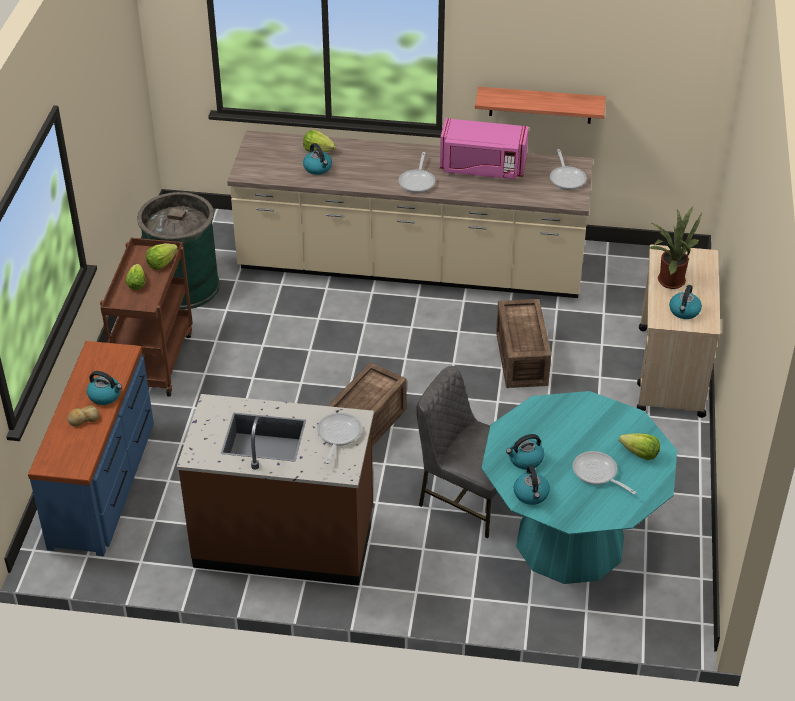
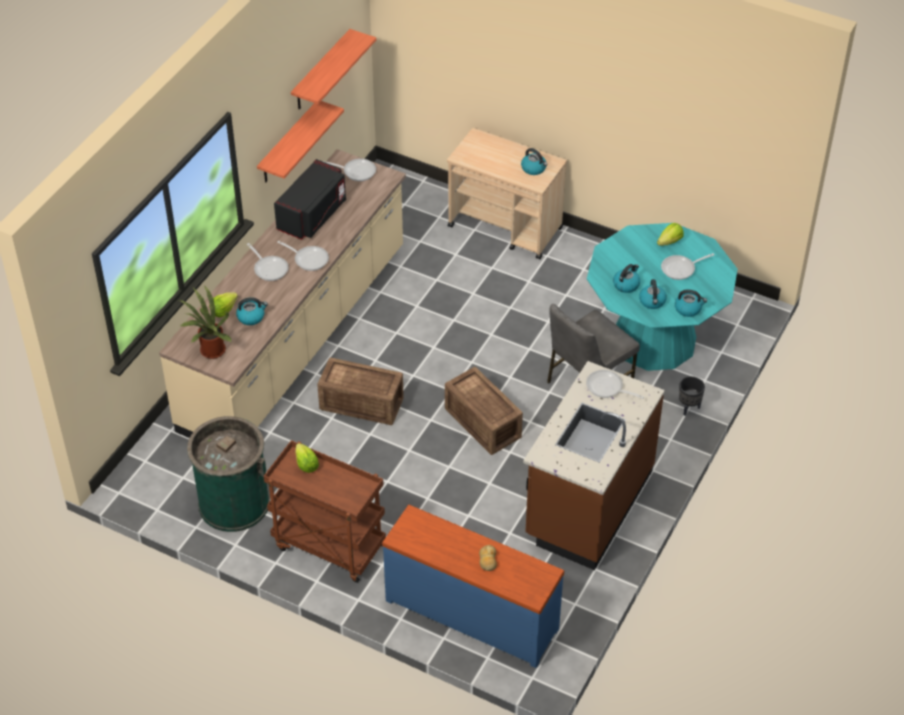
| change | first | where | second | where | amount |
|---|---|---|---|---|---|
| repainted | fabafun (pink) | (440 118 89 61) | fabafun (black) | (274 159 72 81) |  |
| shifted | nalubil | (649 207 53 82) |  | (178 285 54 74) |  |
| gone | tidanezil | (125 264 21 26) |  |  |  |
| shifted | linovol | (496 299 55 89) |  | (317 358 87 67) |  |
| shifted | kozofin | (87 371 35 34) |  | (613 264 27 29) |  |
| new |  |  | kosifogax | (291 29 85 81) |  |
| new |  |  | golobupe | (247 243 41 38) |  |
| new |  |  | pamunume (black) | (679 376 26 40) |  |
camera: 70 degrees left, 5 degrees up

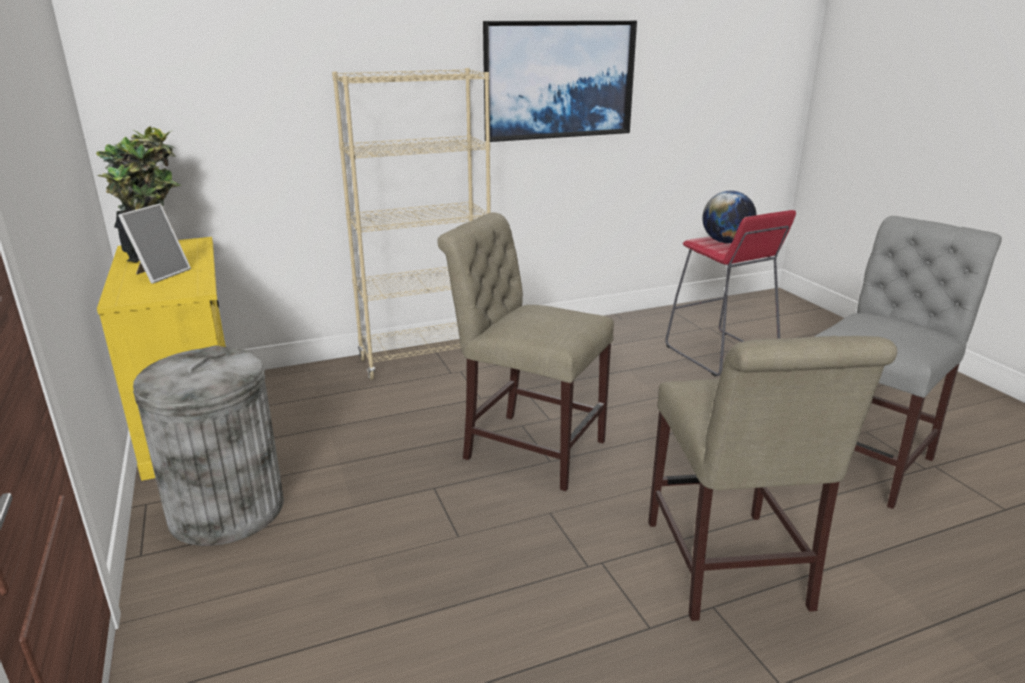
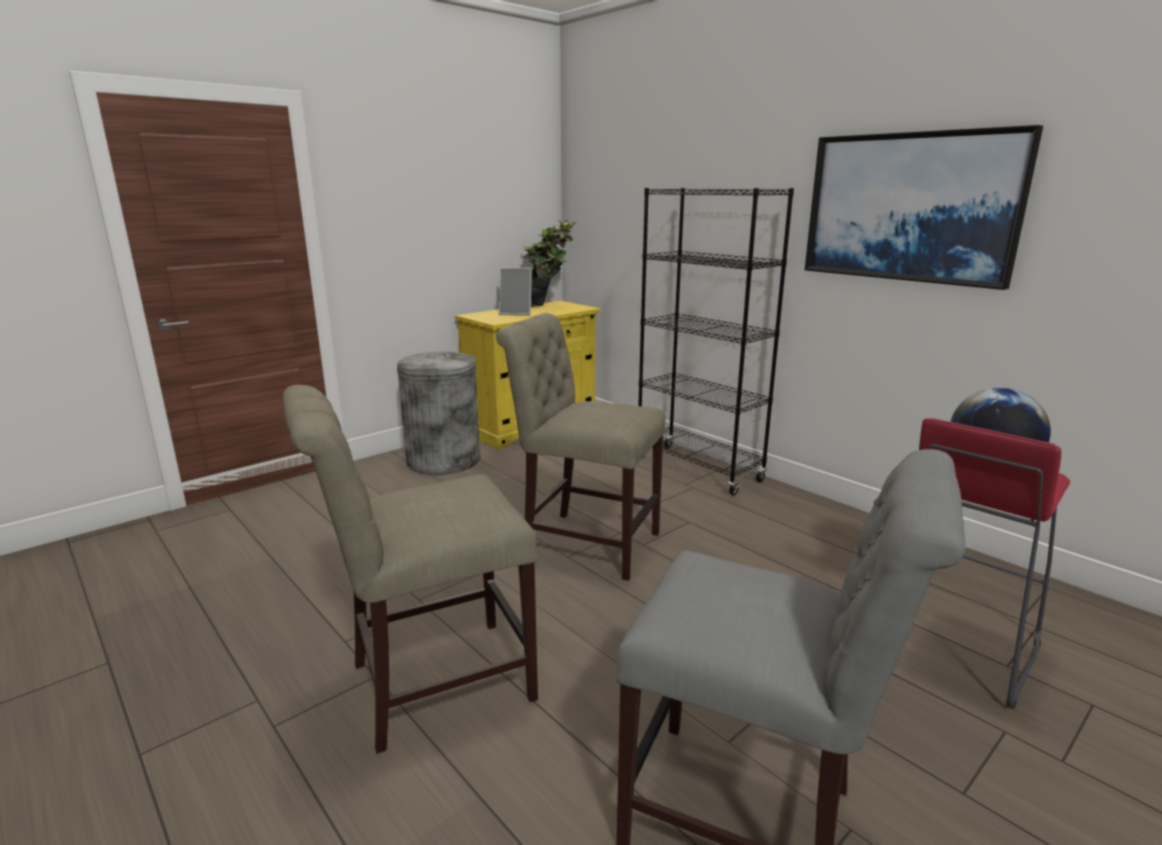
| change | first | where | second | where | amount |
|---|---|---|---|---|---|
| repainted | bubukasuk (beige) | (332 68 159 312) | bubukasuk (black) | (638 188 156 307) |  |
| rotated | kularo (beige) | (437 212 177 279) |  | (496 313 170 268) | 75 degrees counterclockwise |
camera: 70 degrees right, 5 degrees down

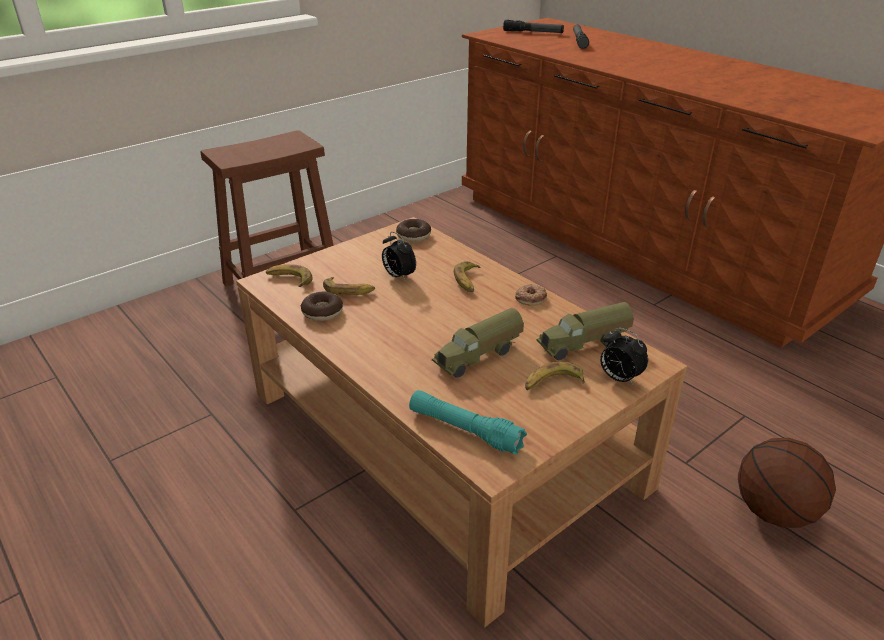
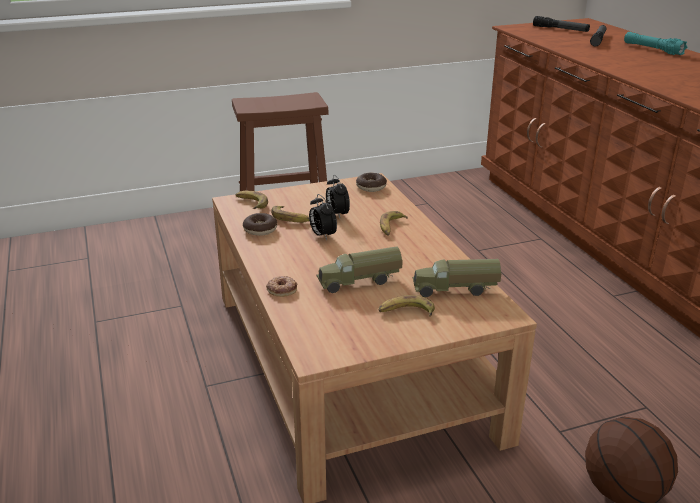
| change | first | where | second | where | amount |
|---|---|---|---|---|---|
| shifted | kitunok | (515 284 32 22) |  | (266 276 31 21) |  |
| shifted | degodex | (600 328 48 58) |  | (309 194 28 46) |  |
| shifted | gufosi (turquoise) | (409 390 118 65) |  | (624 32 63 23) |  |
camera: 20 degrees right, 5 degrees down

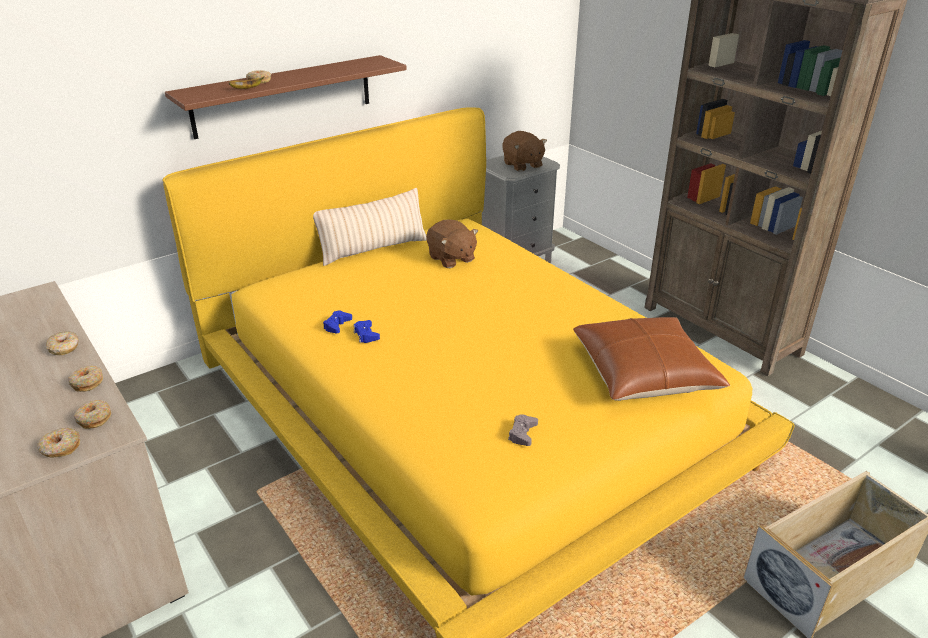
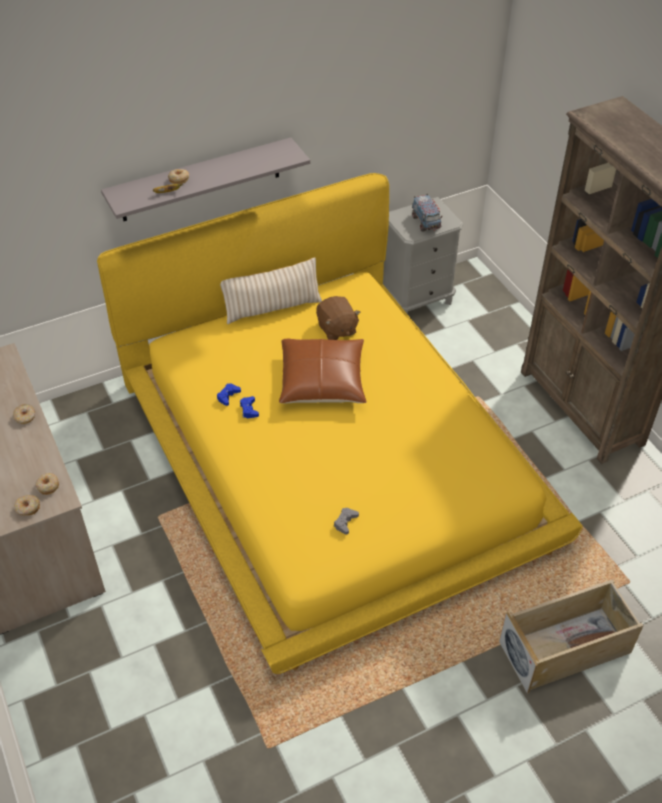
| change | first | where | second | where | amount |
|---|---|---|---|---|---|
| repainted | kosifogax (brown) | (165 55 242 84) | kosifogax (grey) | (101 138 209 83) |  |
| swapped | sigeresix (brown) | (502 131 45 41) | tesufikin | (412 194 30 38) |  |
| shifted | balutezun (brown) | (573 317 157 84) |  | (279 339 87 65) |  |
| gone | kitunok | (68 366 35 26) |  |  |  |
camera: 10 degrees right, 15 degrees up

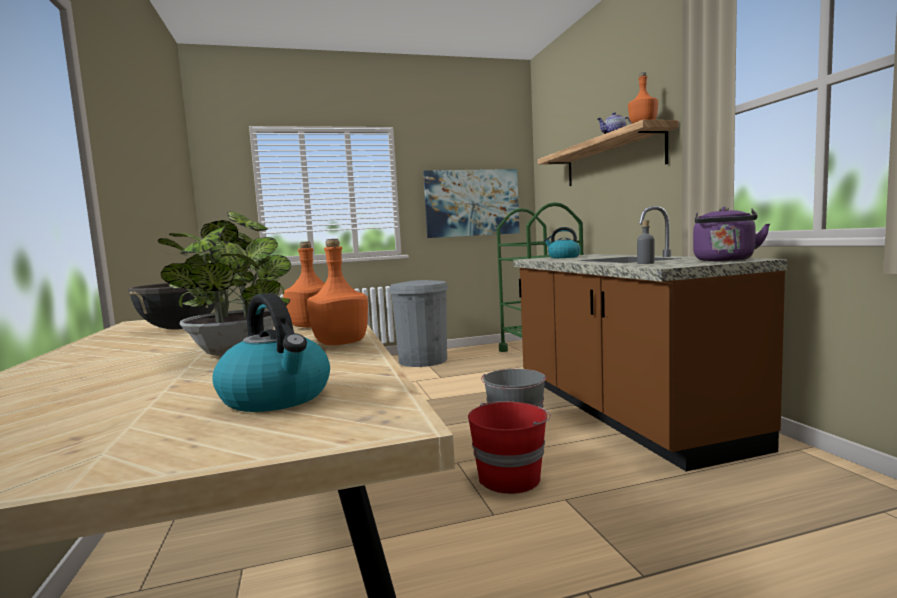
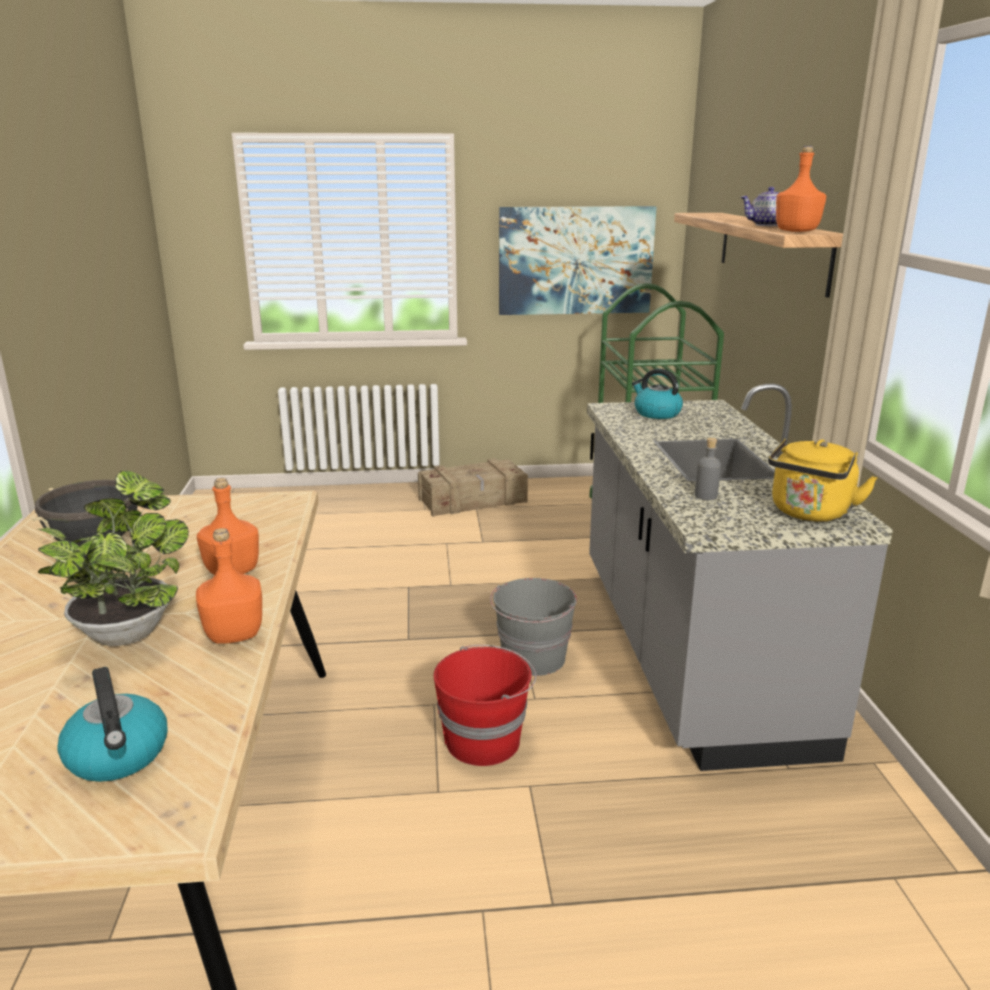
| change | first | where | second | where | amount |
|---|---|---|---|---|---|
| repainted | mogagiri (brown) | (513 206 274 265) | mogagiri (grey) | (587 383 306 388) |  |
| repainted | kozofin (purple) | (693 207 77 54) | kozofin (yellow) | (768 438 110 84) |  |
| swapped | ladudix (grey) | (389 280 60 87) | linovol | (418 458 110 59) |  |
camera: 10 degrees right, 15 degrees up

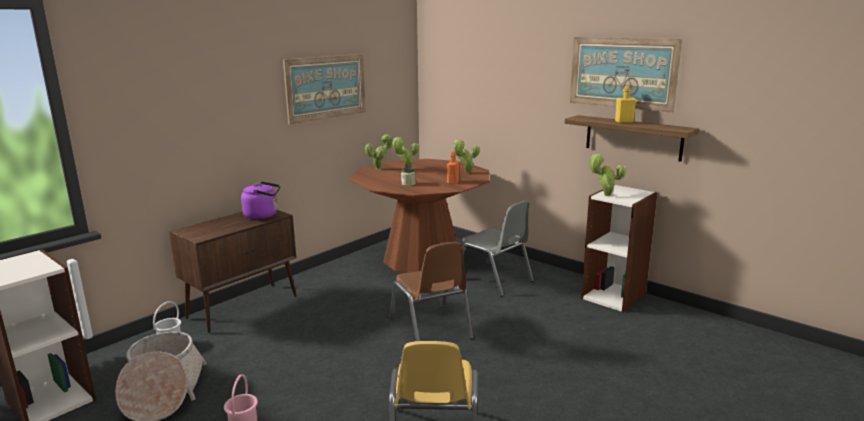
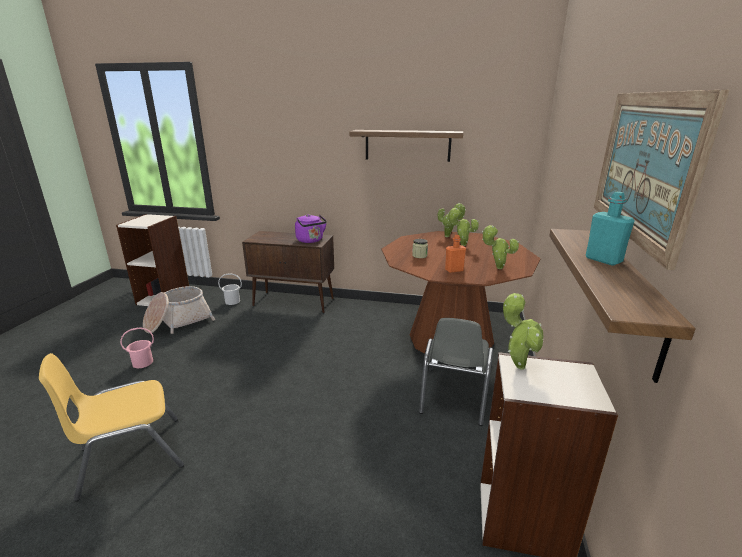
| change | first | where | second | where | amount |
|---|---|---|---|---|---|
| swapped | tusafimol | (283 54 83 70) | kosifogax | (350 130 113 32) |  |
| repainted | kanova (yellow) | (615 86 21 37) | kanova (turquoise) | (586 192 49 74) |  |
| gone | kularo (brown) | (389 242 84 99) |  |  |  |
camera: 60 degrees right, 5 degrees up

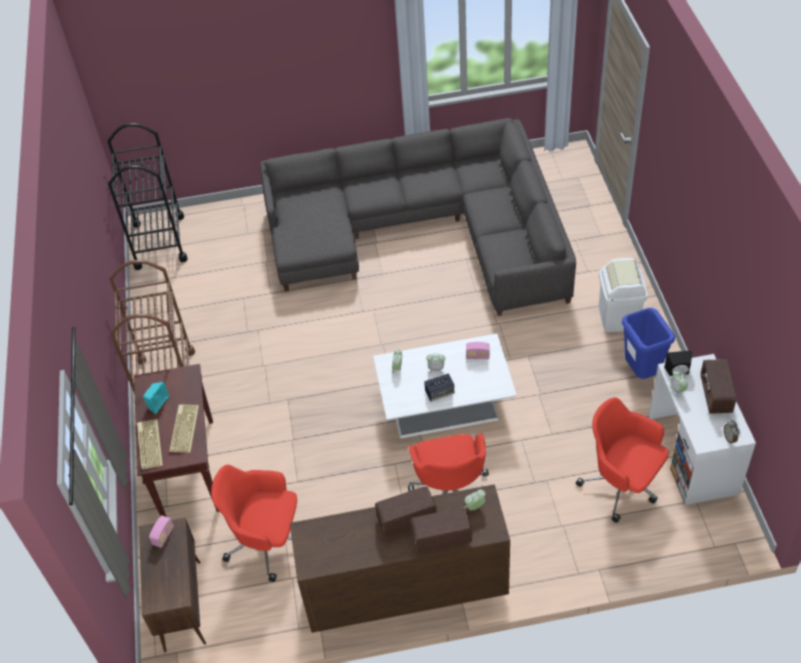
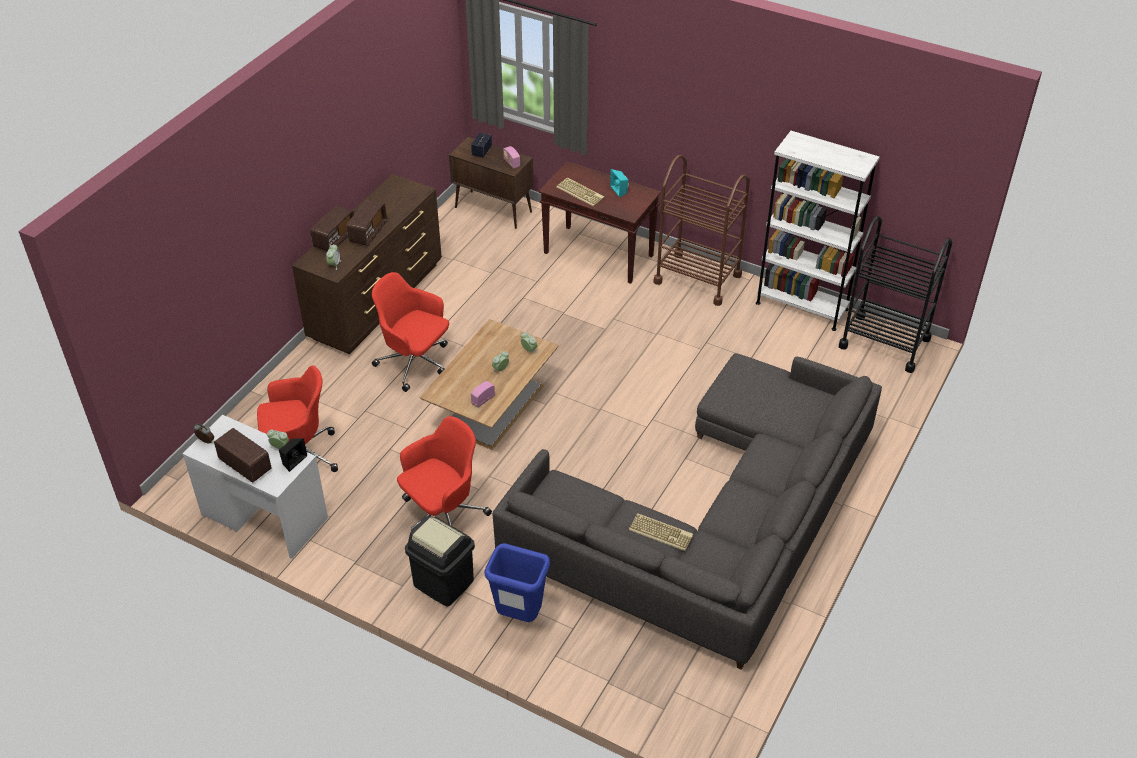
| change | first | where | second | where | amount |
|---|---|---|---|---|---|
| repainted | ladudix (white) | (599 258 48 74) | ladudix (black) | (405 516 70 91) |  |
| shifted | ladudix (blue) | (622 308 53 71) |  | (484 543 66 79) |  |
| repainted | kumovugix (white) | (373 334 144 104) | kumovugix (brown) | (419 319 140 131) |  |
| shifted | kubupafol | (424 373 30 28) |  | (471 133 21 25) |  |
| shifted | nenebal | (137 419 26 50) |  | (629 513 64 38) |  |
| shifted | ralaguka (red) | (211 464 86 118) |  | (397 416 95 115) |  |
| new |  |  | bubukasuk (white) | (756 131 124 200) |  |
camera: 125 degrees right, 5 degrees down

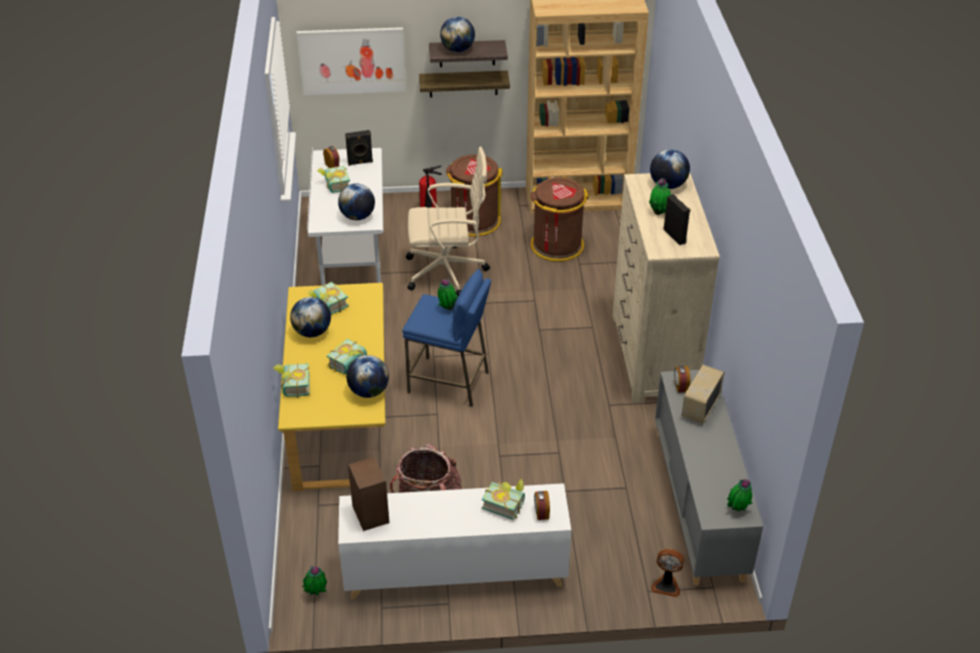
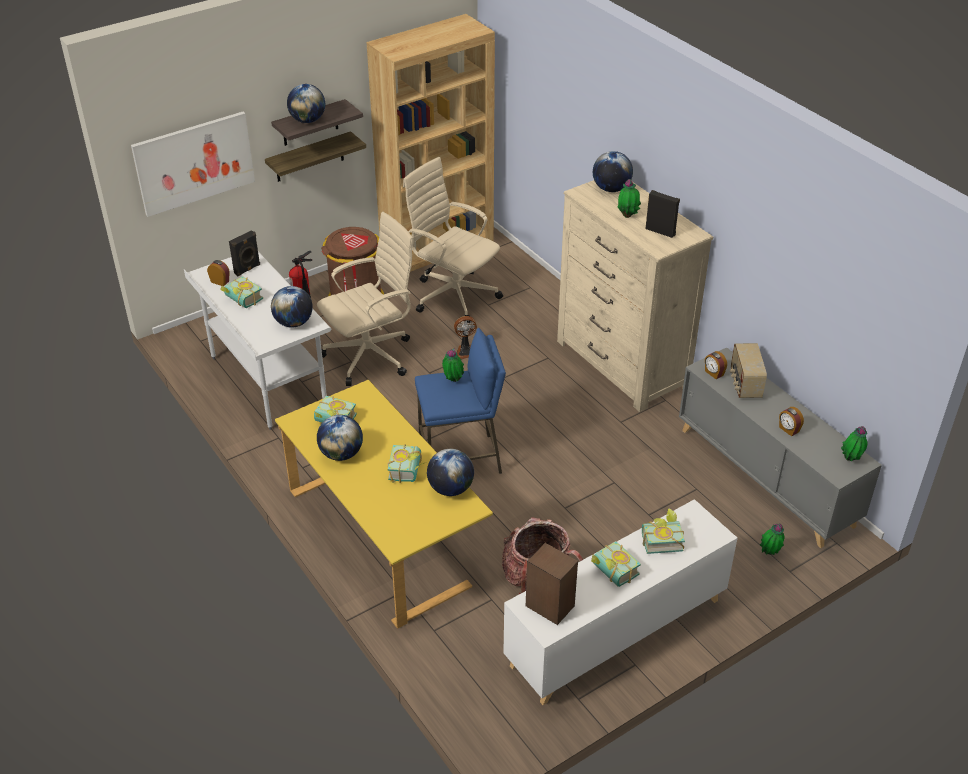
| change | first | where | second | where | amount |
|---|---|---|---|---|---|
| swapped | ladudix (brown) | (530 177 59 84) | ralaguka (beige) | (403 157 100 166) |  |
| shifted | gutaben | (273 363 37 35) |  | (591 541 50 46) |  |
| shifted | degodex | (534 491 16 29) |  | (779 407 25 30) |  |
| shifted | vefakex | (651 549 33 48) |  | (454 316 23 43) |  |
| shifted | nalubil | (302 565 25 31) |  | (760 524 25 31) |  |
camera: 30 degrees left, 0 degrees up

